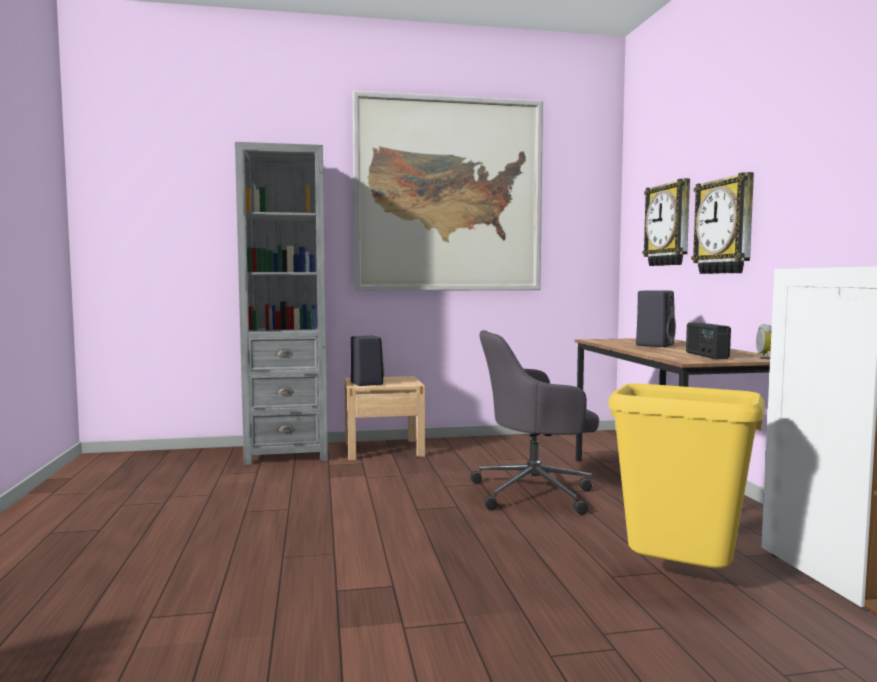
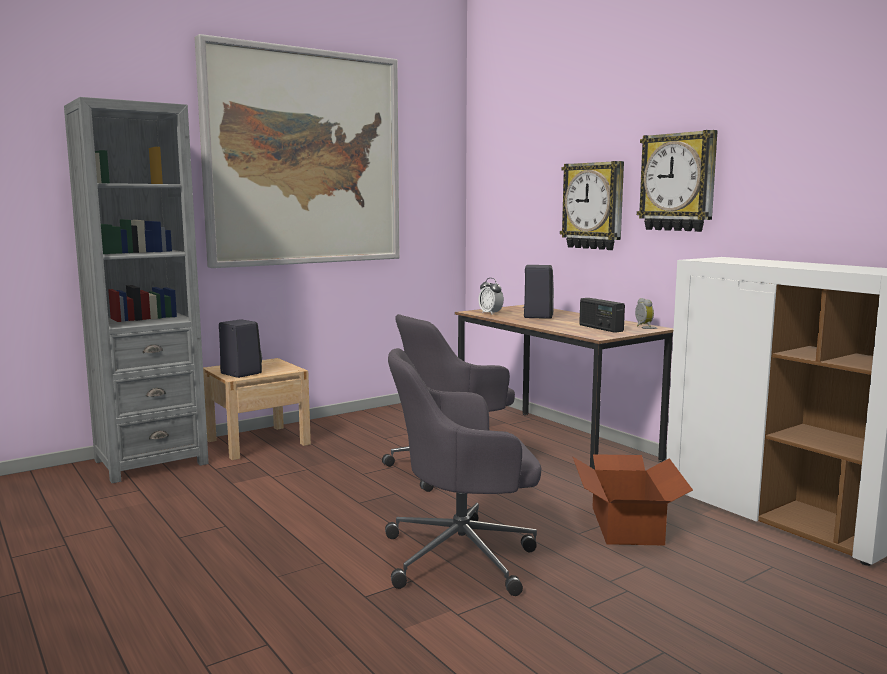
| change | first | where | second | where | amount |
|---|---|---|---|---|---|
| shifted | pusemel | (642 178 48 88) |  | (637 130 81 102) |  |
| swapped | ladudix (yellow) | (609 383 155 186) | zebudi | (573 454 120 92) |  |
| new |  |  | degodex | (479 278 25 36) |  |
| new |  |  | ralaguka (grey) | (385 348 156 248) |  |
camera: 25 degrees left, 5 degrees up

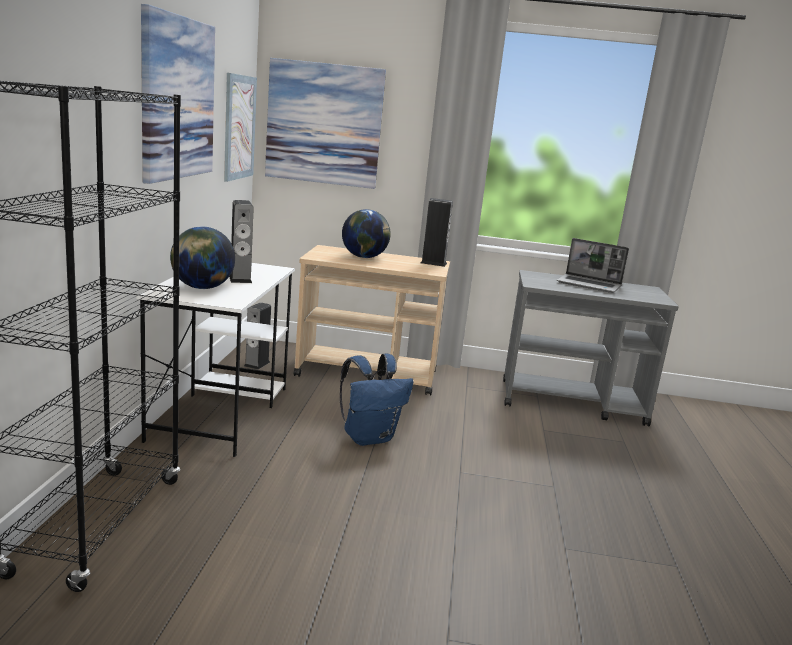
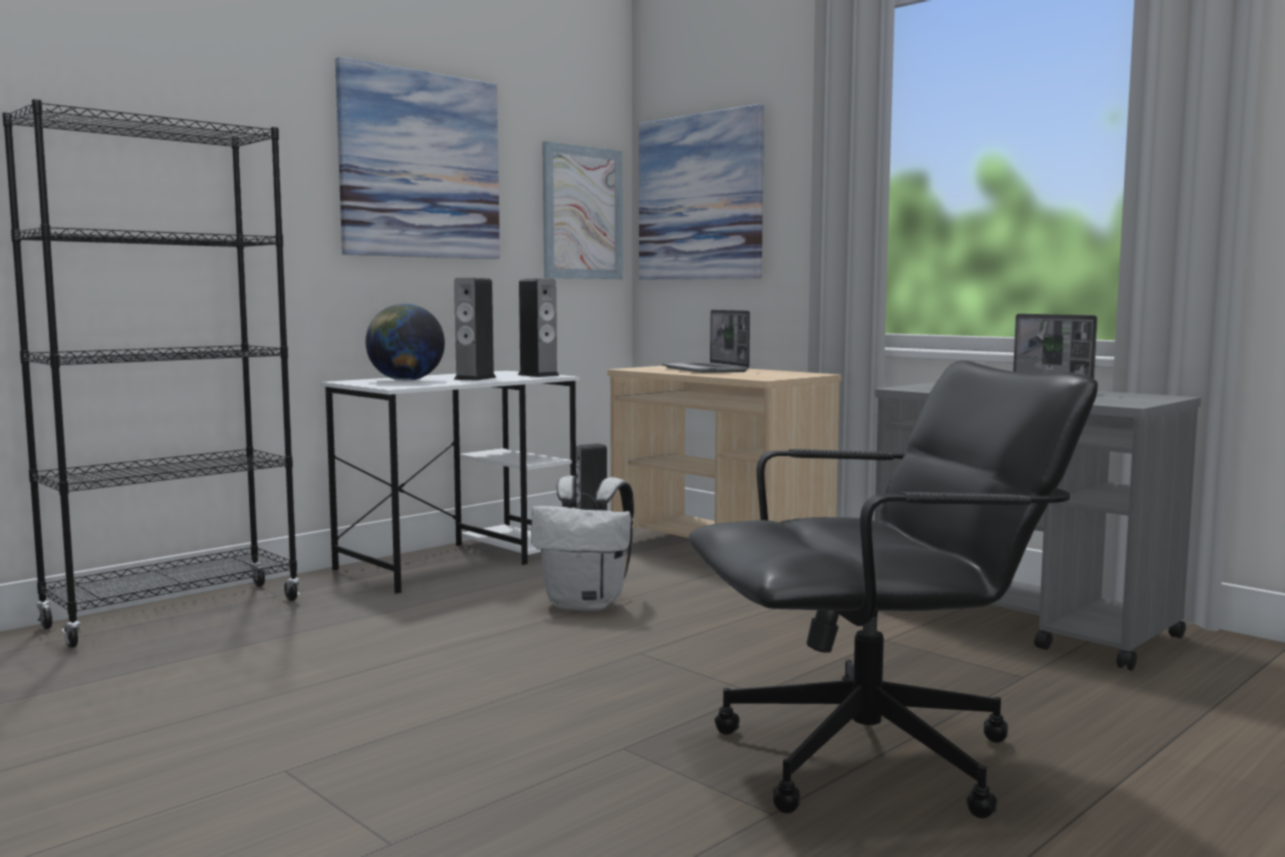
| change | first | where | second | where | amount |
|---|---|---|---|---|---|
| shifted | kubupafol | (420 198 33 69) |  | (518 278 42 99) |  |
| swapped | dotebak | (342 209 49 49) | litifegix | (662 310 88 63) |  |
| repainted | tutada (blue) | (340 354 73 92) | tutada (white) | (531 475 103 136) |  |
| new |  |  | ralaguka (black) | (688 361 410 457) |  |
camera: 40 degrees right, 10 degrees down

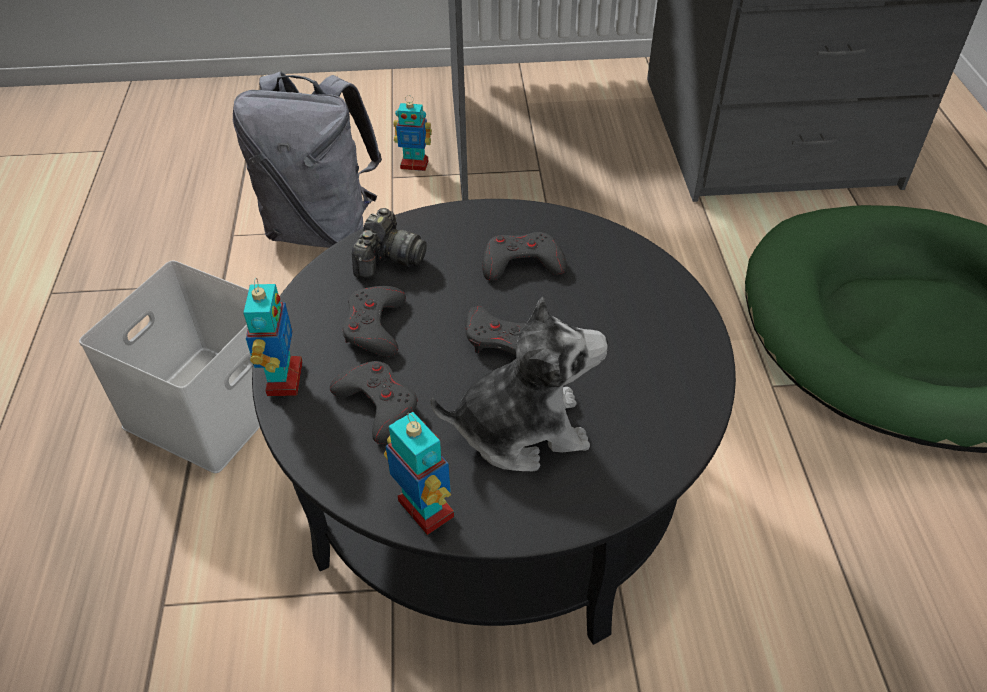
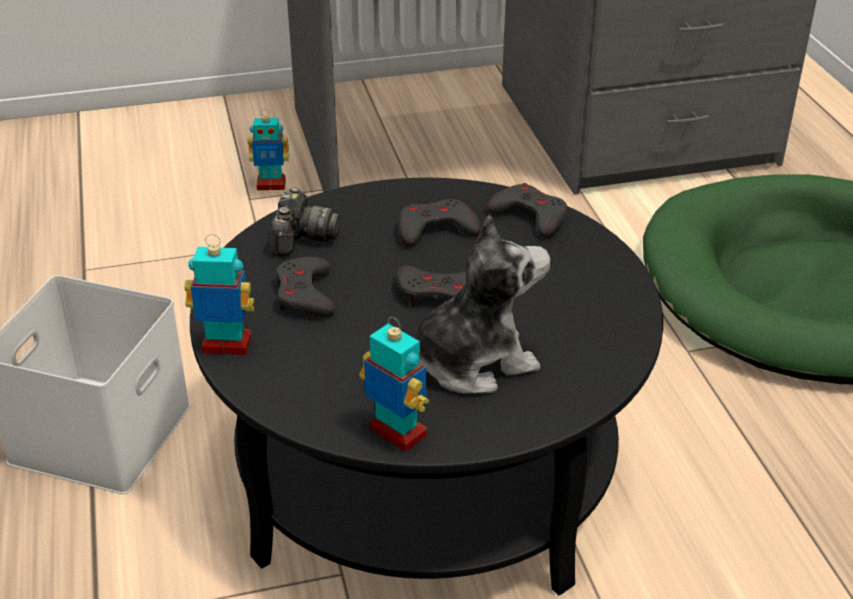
| change | first | where | second | where | amount |
|---|---|---|---|---|---|
| gone | tutada (grey) | (233 72 149 176) |  |  |  |
| rotated | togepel | (243 278 60 118) |  | (184 234 71 121) | 75 degrees counterclockwise |
| shifted | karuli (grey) | (330 361 88 83) |  | (487 183 80 55) |  |
camera: 10 degrees left, 10 degrees down

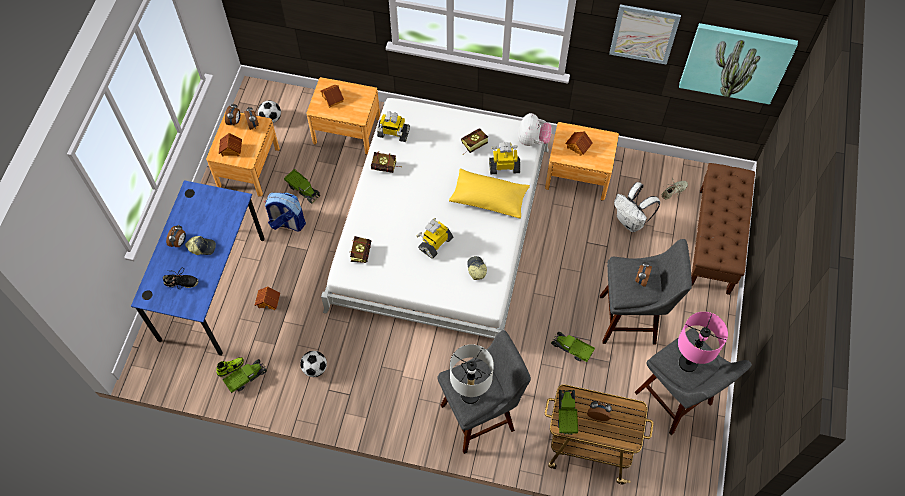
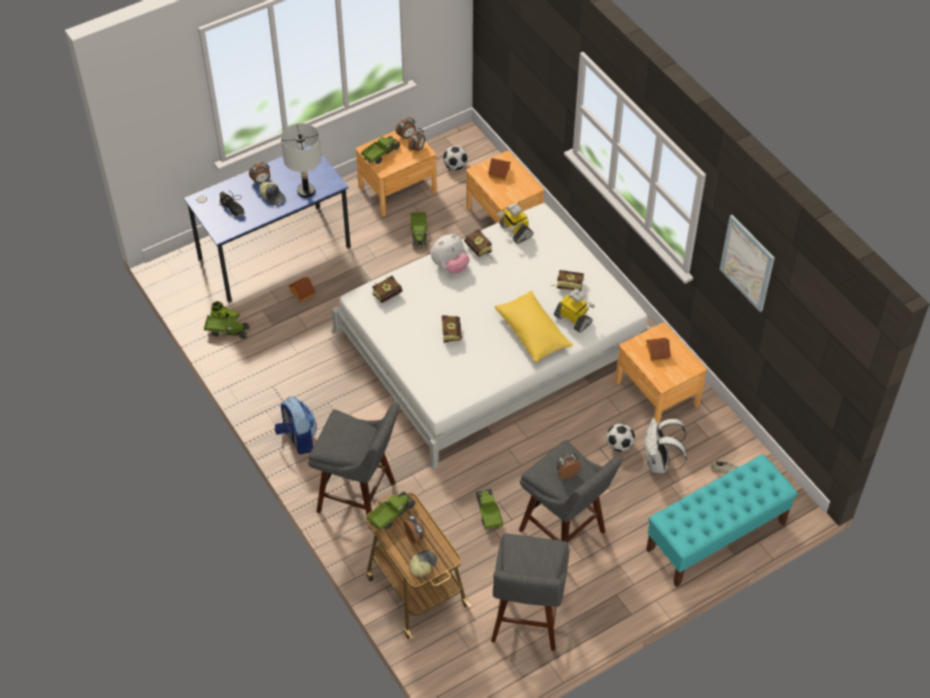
| change | first | where | second | where | amount |
|---|---|---|---|---|---|
| gone | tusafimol | (679 23 119 81) |  |  |  |
| shifted | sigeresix | (518 113 34 33) |  | (431 234 38 39) |  |
| swapped | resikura | (219 133 23 23) | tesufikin | (361 136 39 28) |  |
| repainted | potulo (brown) | (691 163 64 132) | potulo (turquoise) | (646 454 152 133) |  |
| shifted | tutada | (264 193 42 39) |  | (275 397 42 58) |  |
| swapped | togepel | (416 218 37 40) | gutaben | (441 315 21 28) |  |
| shifted | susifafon | (467 256 20 24) |  | (409 550 28 27) |  |
| gone | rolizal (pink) | (678 312 50 60) |  |  |  |
| shifted | rolizal (grey) | (450 344 44 60) |  | (281 123 41 75) |  |
| shifted | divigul | (300 351 27 26) |  | (606 423 29 29) |  |
camera: 45 degrees right, 10 degrees down

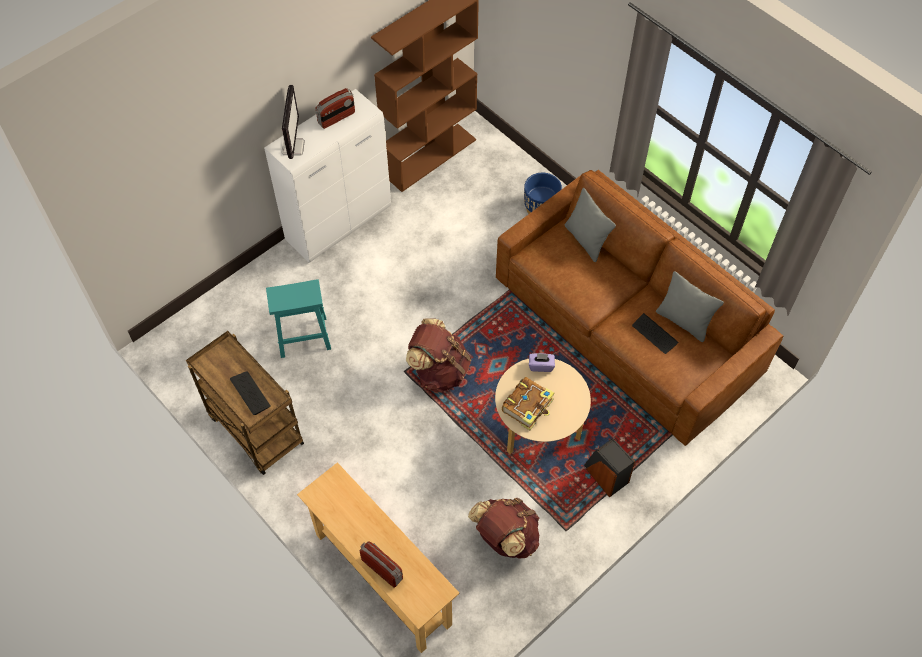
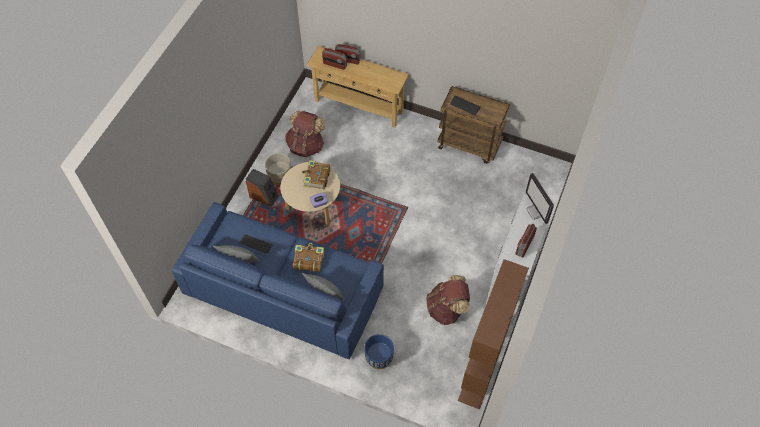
| change | first | where | second | where | amount |
|---|---|---|---|---|---|
| repainted | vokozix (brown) | (496 170 287 276) | vokozix (blue) | (172 202 212 157) |  |
| gone | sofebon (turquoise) | (266 279 65 79) |  |  |  |
| shifted | tutada (brown) | (406 319 66 74) |  | (426 275 44 50) |  |
| new |  |  | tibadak | (322 48 25 22) |  |
| new |  |  | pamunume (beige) | (265 153 26 32) |  |
| new |  |  | gutaben | (293 243 31 29) |  |
camera: 155 degrees right, 0 degrees up

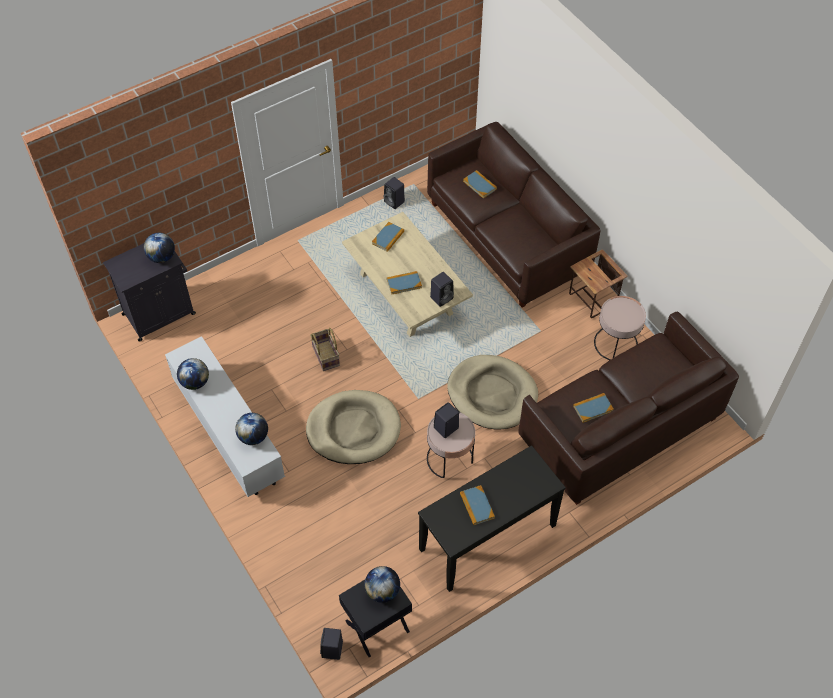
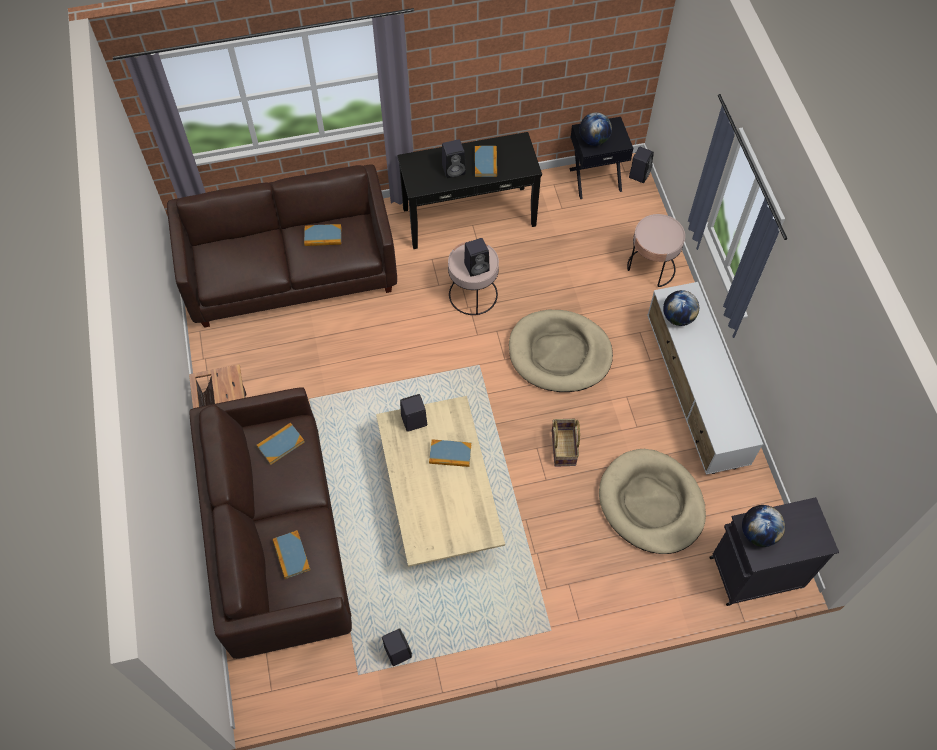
| change | first | where | second | where | amount |
|---|---|---|---|---|---|
| shifted | gutaben | (372 222 32 30) |  | (257 423 47 42) |  |
| shifted | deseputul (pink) | (594 296 52 64) |  | (627 214 58 73) |  |
| shifted | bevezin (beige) | (447 355 91 75) |  | (599 449 107 105) |  |
| gone | dotebak | (177 358 32 32) |  |  |  |
| new |  |  | kubupafol (black) | (442 139 24 39) |  |
camera: 160 degrees left, 5 degrees up

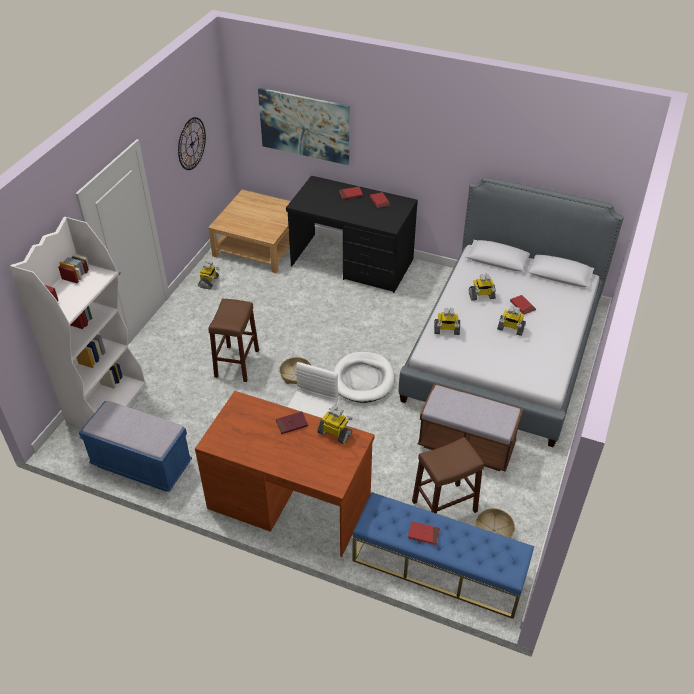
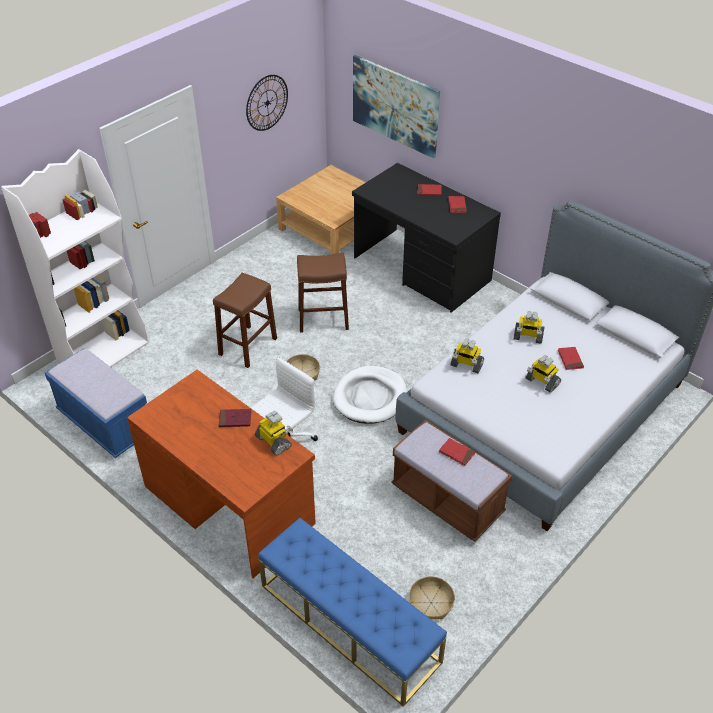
| change | first | where | second | where | amount |
|---|---|---|---|---|---|
| gone | togepel | (198 261 22 28) |  |  |  |
| shifted | sofebon (brown) | (412 437 72 77) |  | (297 253 52 80) |  |
| shifted | gutaben (red) | (408 521 32 24) |  | (439 438 36 28) |  |
camera: 20 degrees right, 0 degrees up

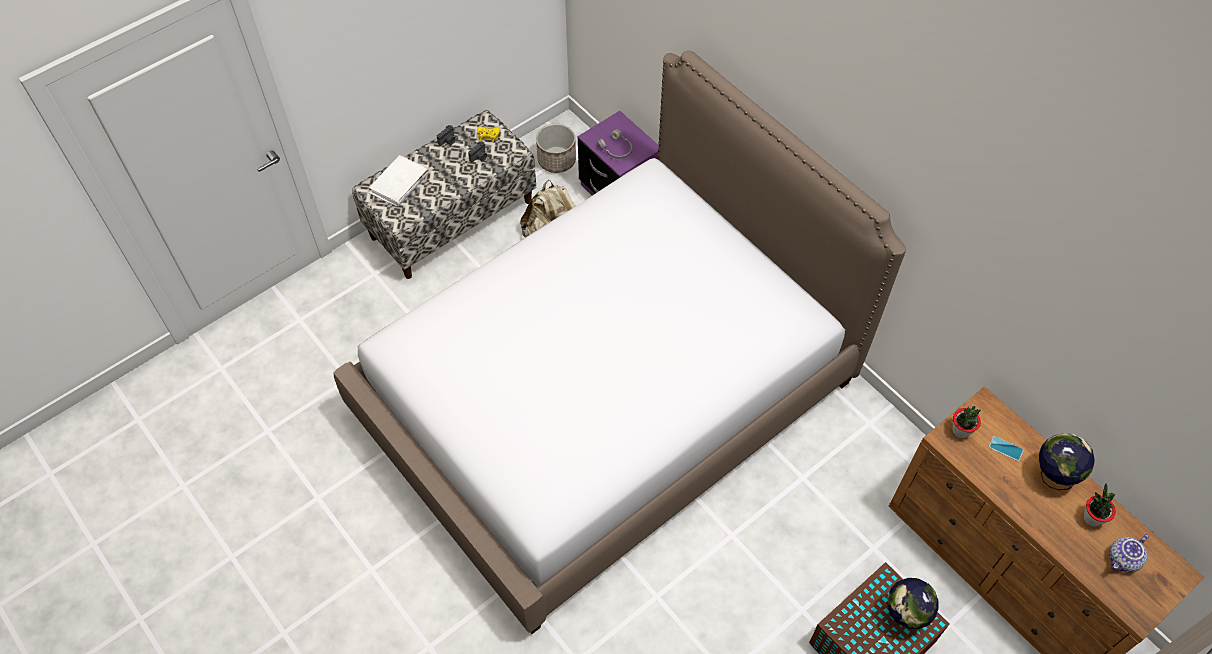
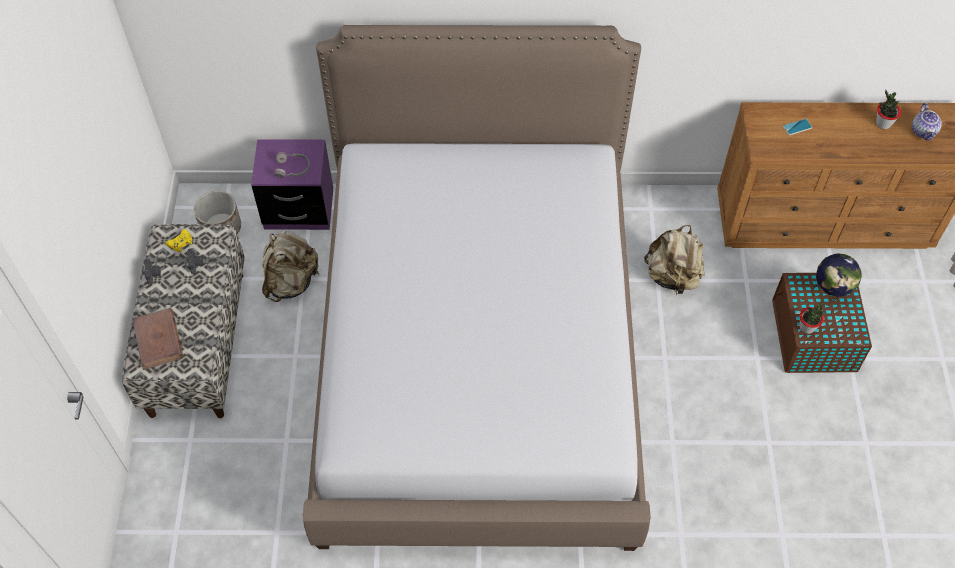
| change | first | where | second | where | amount |
|---|---|---|---|---|---|
| repainted | gutaben (white) | (369 155 60 52) | gutaben (brown) | (132 308 51 62) |  |
| shifted | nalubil | (952 406 29 32) |  | (800 303 26 31) |  |
| gone | dotebak | (1039 433 55 57) |  |  |  |
| new |  |  | tutada (beige) | (644 225 61 71) |  |
camera: 50 degrees left, 0 degrees up

